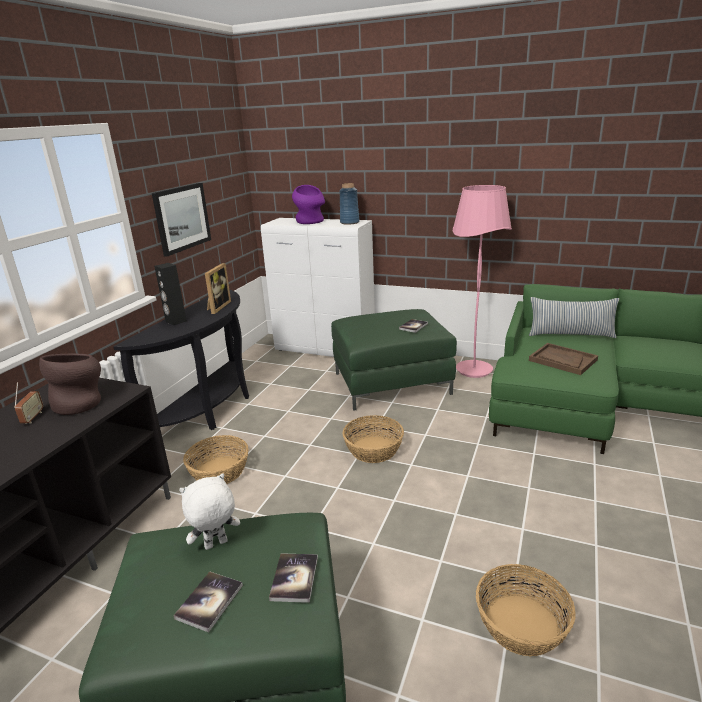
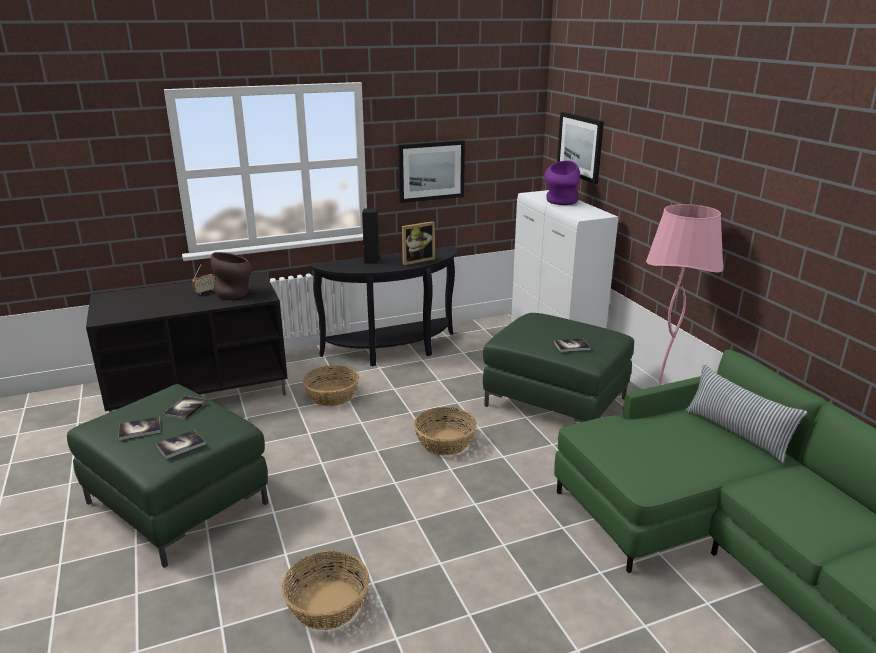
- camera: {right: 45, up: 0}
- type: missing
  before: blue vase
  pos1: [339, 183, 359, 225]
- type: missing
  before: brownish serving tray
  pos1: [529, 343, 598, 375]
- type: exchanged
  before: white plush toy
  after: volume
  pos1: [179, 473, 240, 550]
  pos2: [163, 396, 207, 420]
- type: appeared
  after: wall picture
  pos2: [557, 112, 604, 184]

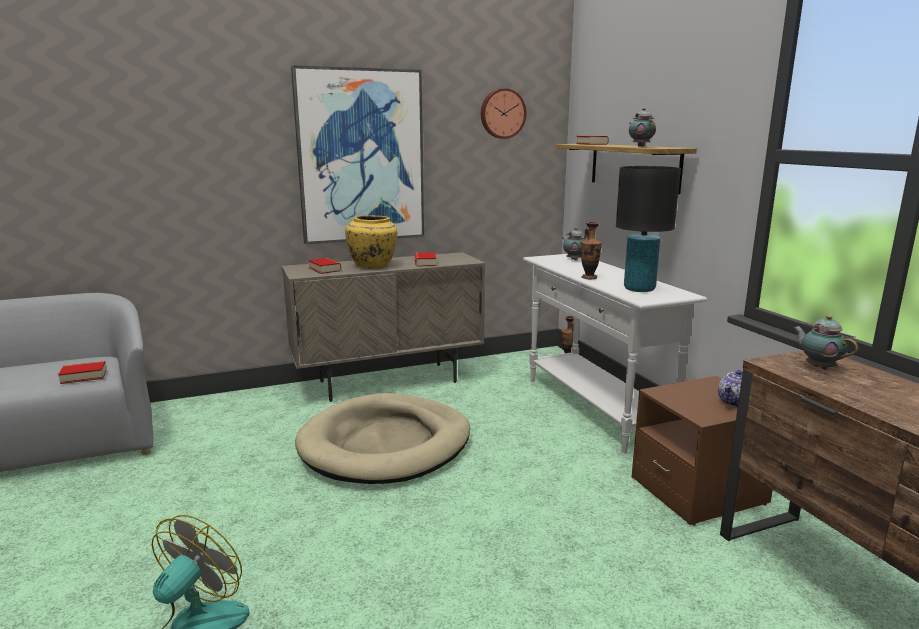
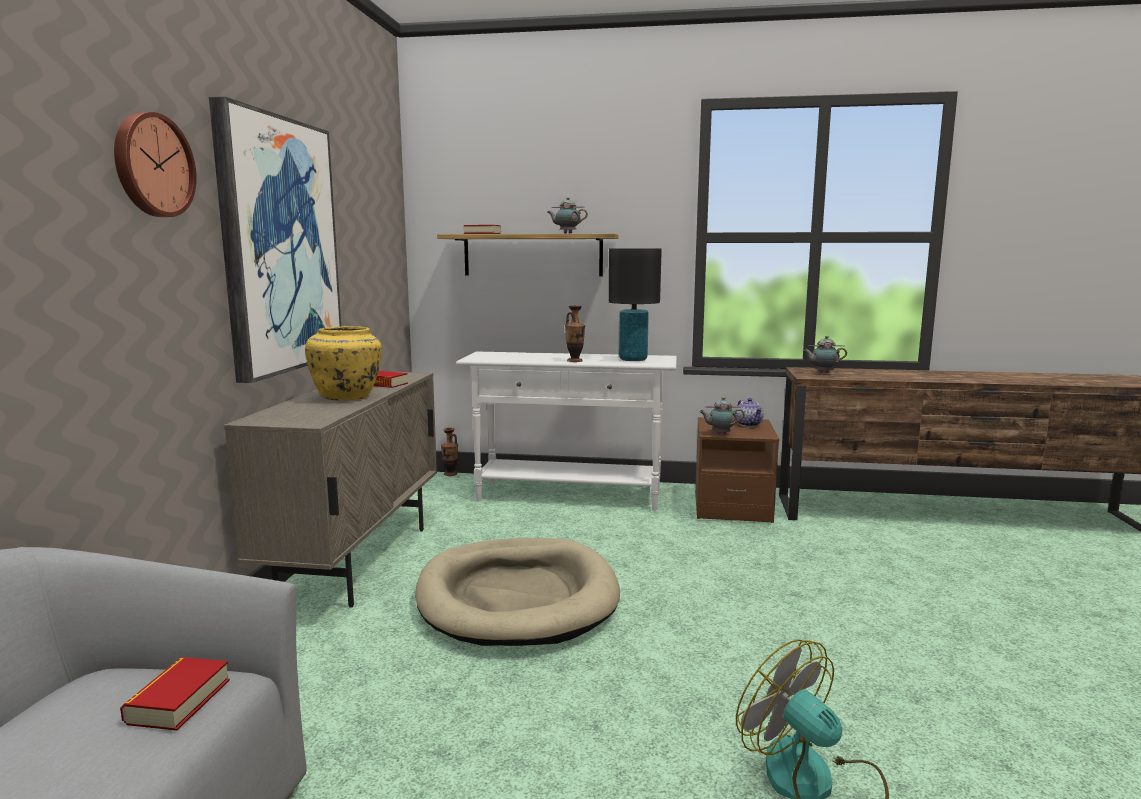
- camera: {right: -60, up: -5}
- type: relocated
  before: clock on the wall
  pos1: [481, 88, 527, 139]
  pos2: [114, 112, 197, 217]
- type: relocated
  before: pot for tea
  pos1: [562, 228, 584, 261]
  pos2: [699, 397, 745, 434]
- type: missing
  before: volume
  pos1: [308, 258, 341, 274]

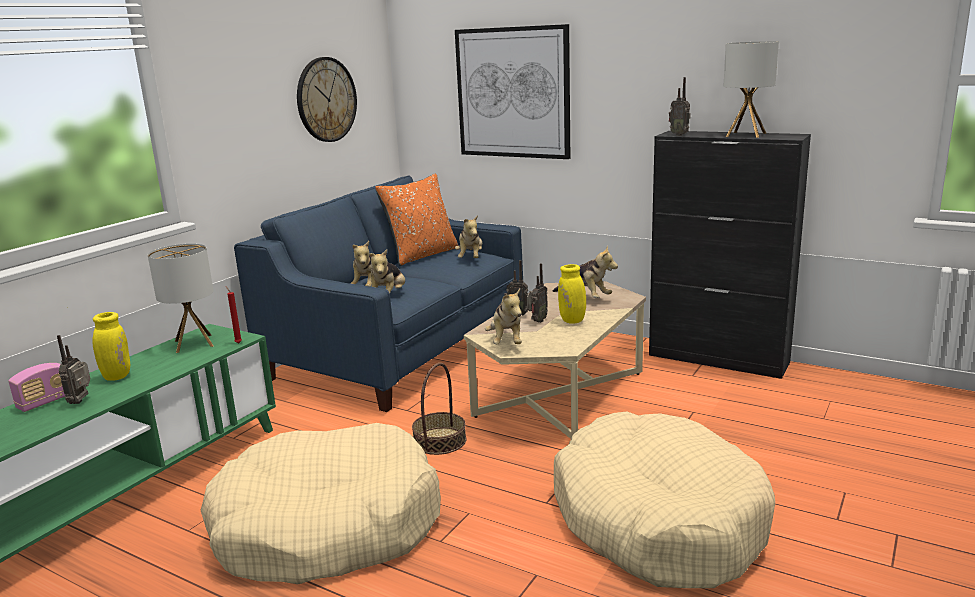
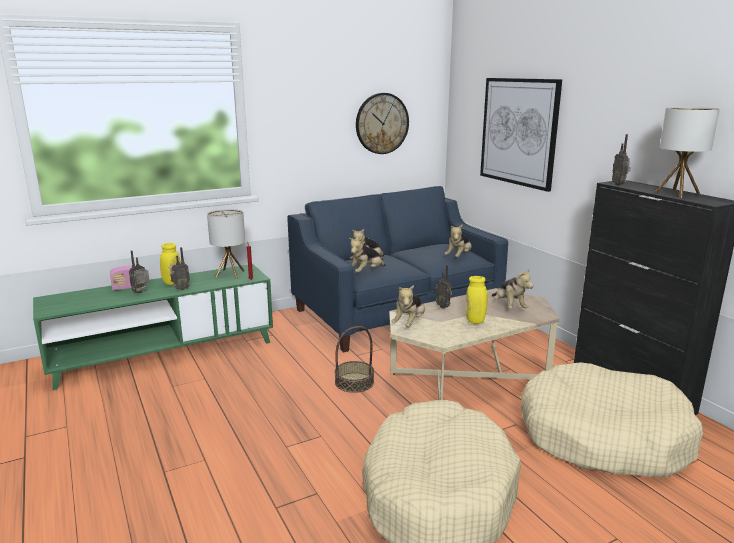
- camera: {right: 30, up: 0}
- type: missing
  before: orange-coloured cushion
  pos1: [375, 174, 458, 266]
- type: relocated
  before: radio
  pos1: [527, 263, 548, 323]
  pos2: [170, 247, 190, 291]
- type: relocated
  before: beige-coloured dog bed
  pos1: [201, 423, 441, 584]
  pos2: [521, 362, 703, 477]

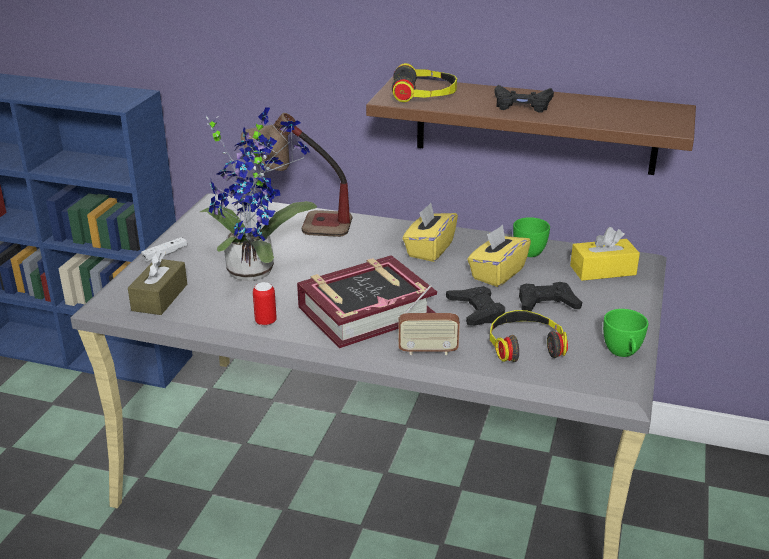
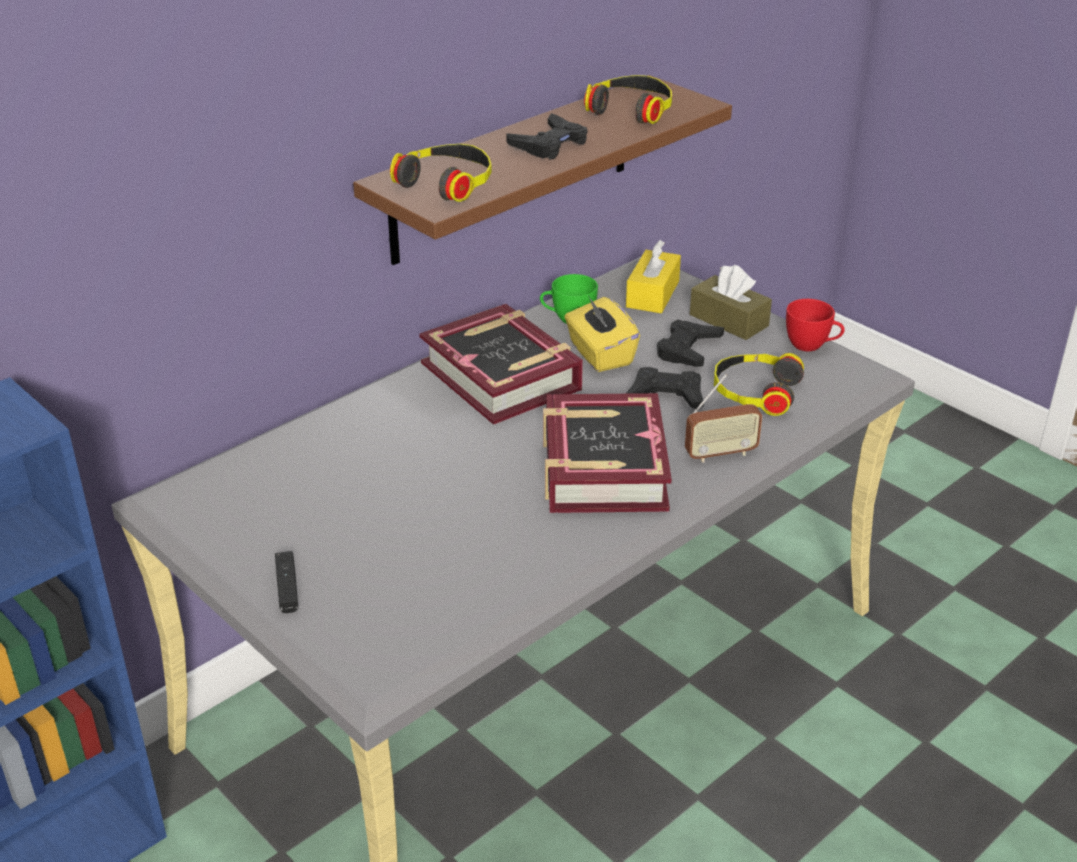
- camera: {right: -60, up: 5}
- type: missing
  before: plant in a pot
  pos1: [200, 107, 317, 281]
- type: missing
  before: table lamp
  pos1: [241, 113, 352, 237]
- type: exchanged
  before: yellowish box of tissues
  after: volume
  pos1: [403, 203, 458, 262]
  pos2: [419, 304, 583, 425]
- type: colour
  before: white joypad
  after: black-coloured joypad
  pos1: [141, 237, 187, 262]
  pos2: [275, 551, 298, 613]
- type: relocated
  before: brownish box of tissues
  pos1: [128, 250, 187, 315]
  pos2: [690, 265, 772, 340]
- type: missing
  before: sealed can
  pos1: [253, 282, 277, 326]
- type: spun
  before: radio
  pos1: [398, 285, 460, 355]
  pos2: [685, 374, 762, 463]
  turn: 45
- type: colour
  before: green small cup
  after: red-coloured small cup
  pos1: [603, 309, 648, 357]
  pos2: [786, 299, 845, 351]
- type: appeared
  after: pair of headphones
  pos2: [584, 75, 672, 124]

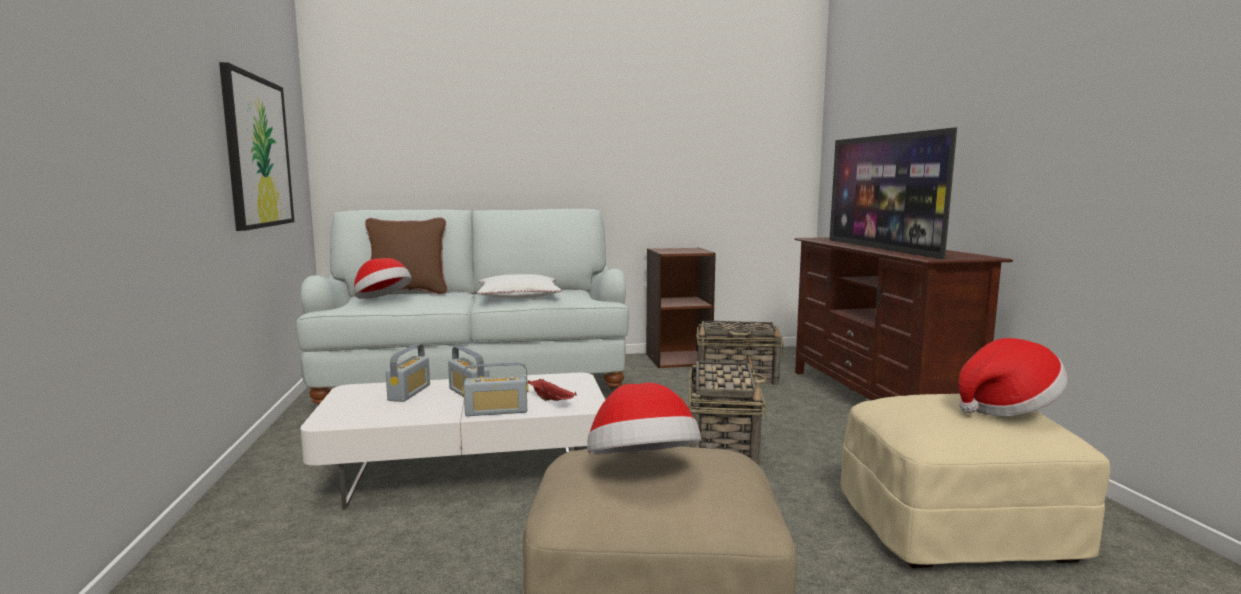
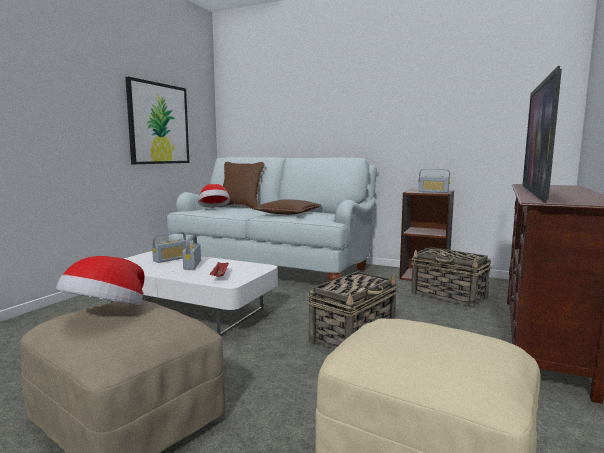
- camera: {right: 35, up: 0}
- type: colour
  before: white cushion
  after: brownish cushion
  pos1: [476, 274, 562, 298]
  pos2: [252, 199, 322, 215]
- type: missing
  before: hat
  pos1: [958, 338, 1067, 416]
- type: relocated
  before: radio
  pos1: [462, 362, 529, 416]
  pos2: [419, 169, 450, 193]

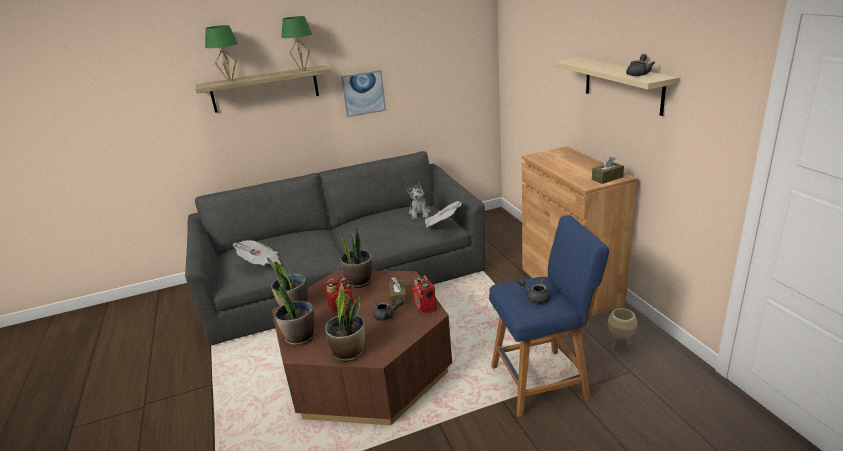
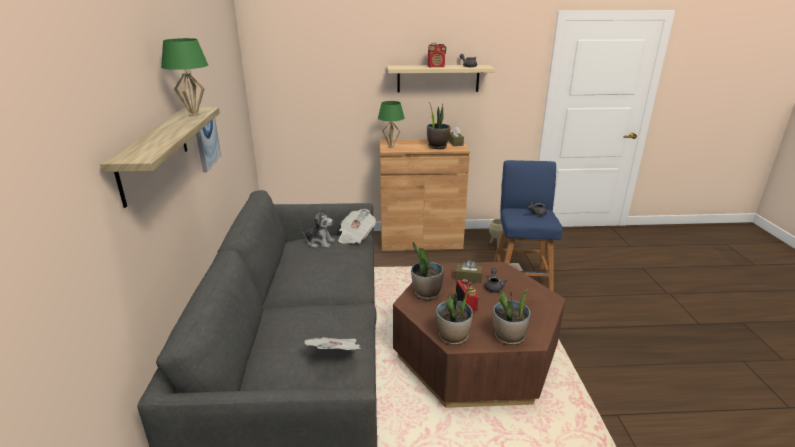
- camera: {right: -75, up: 0}
- type: relocated
  before: green table lamp
  pos1: [205, 25, 238, 82]
  pos2: [378, 101, 404, 148]
- type: relocated
  before: radio
  pos1: [412, 275, 437, 313]
  pos2: [428, 43, 446, 67]
- type: relocated
  before: plant in a pot
  pos1: [325, 283, 365, 362]
  pos2: [427, 103, 450, 149]

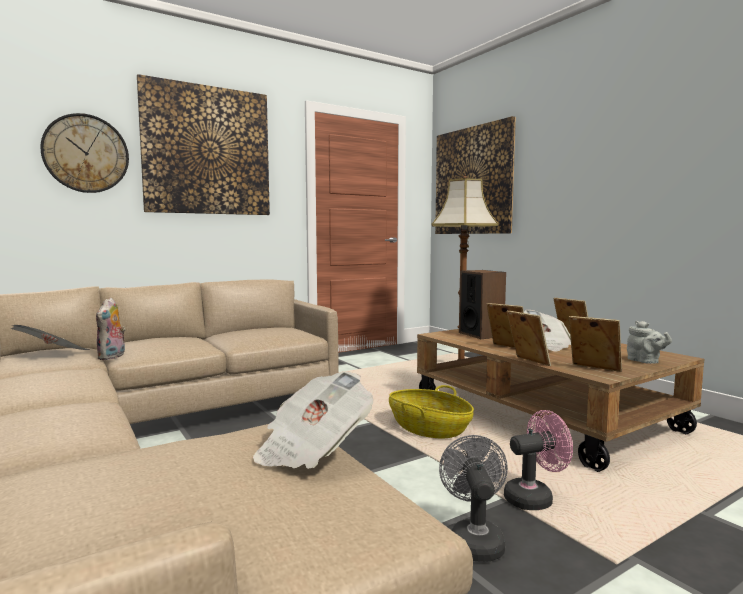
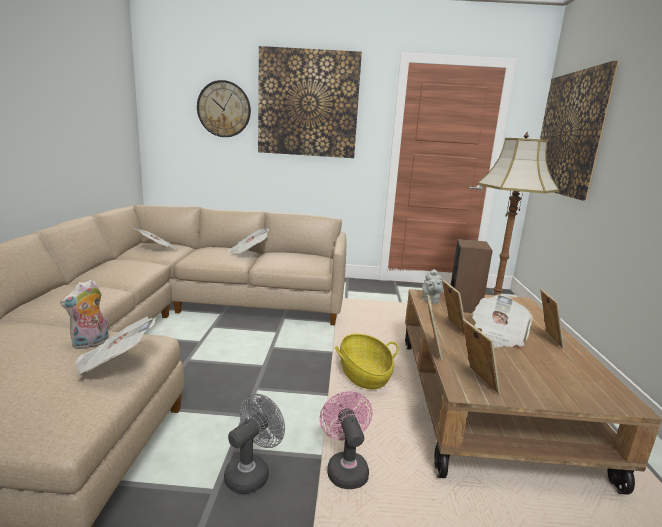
- camera: {right: 35, up: 10}
- type: relocated
  before: plush toy
  pos1: [96, 298, 125, 360]
  pos2: [60, 279, 109, 349]
- type: relocated
  before: grey pot for tea
  pos1: [627, 321, 672, 364]
  pos2: [422, 269, 444, 304]
- type: spun
  before: pink electric fan
  pos1: [504, 410, 573, 510]
  pos2: [320, 391, 373, 489]
  turn: -120
- type: appeared
  after: newspaper
  pos2: [228, 229, 270, 254]

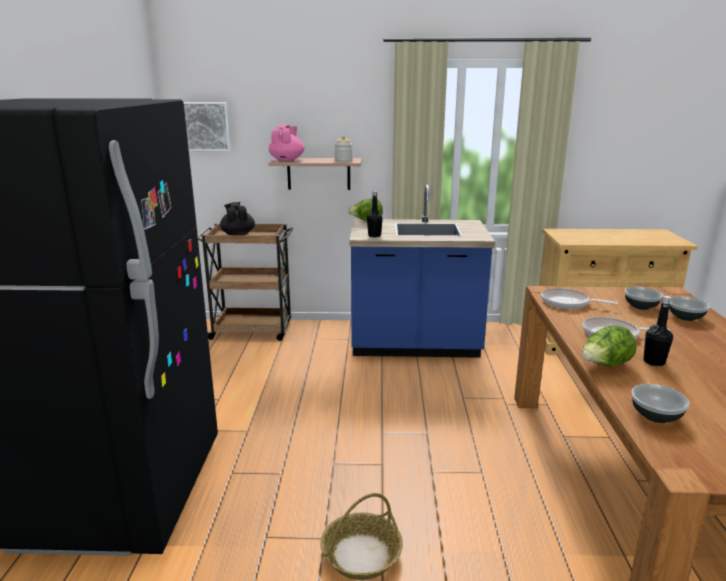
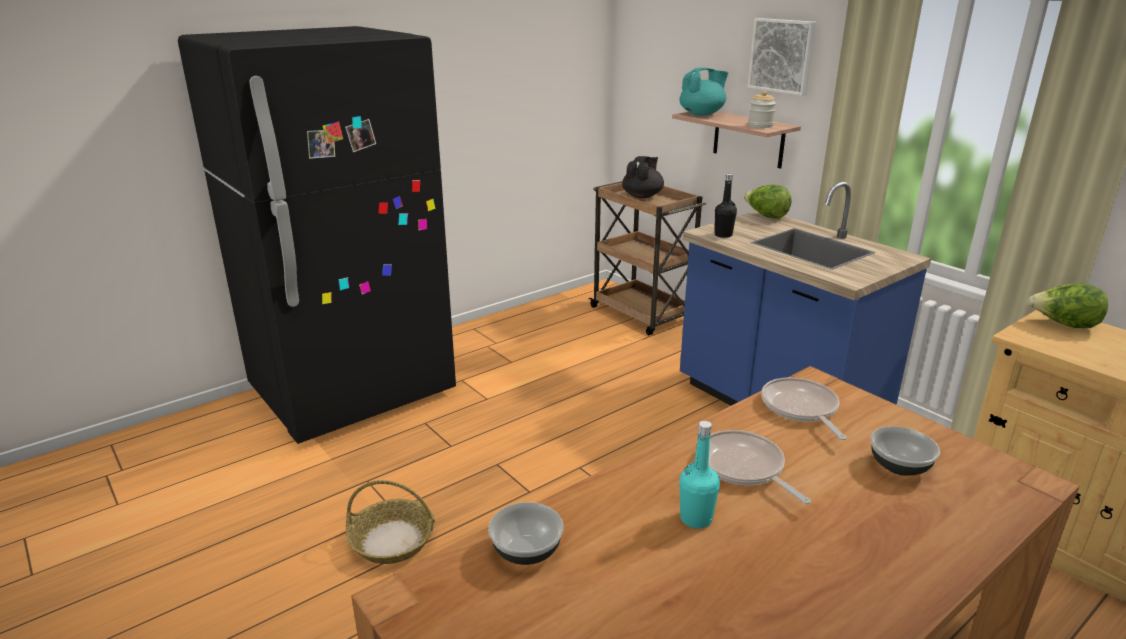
- camera: {right: 50, up: 5}
- type: relocated
  before: wall picture
  pos1: [183, 102, 231, 151]
  pos2: [747, 18, 817, 96]
- type: colour
  before: pink pot for tea
  after: blue-green pot for tea
  pos1: [269, 125, 304, 161]
  pos2: [679, 68, 728, 116]
- type: colour
  before: black-coloured beverage bottle
  after: blue-green beverage bottle
  pos1: [644, 296, 673, 366]
  pos2: [679, 421, 720, 529]
- type: missing
  before: bowl
  pos1: [669, 296, 710, 321]
- type: relocated
  before: lettuce
  pos1: [582, 325, 637, 367]
  pos2: [1028, 283, 1108, 328]

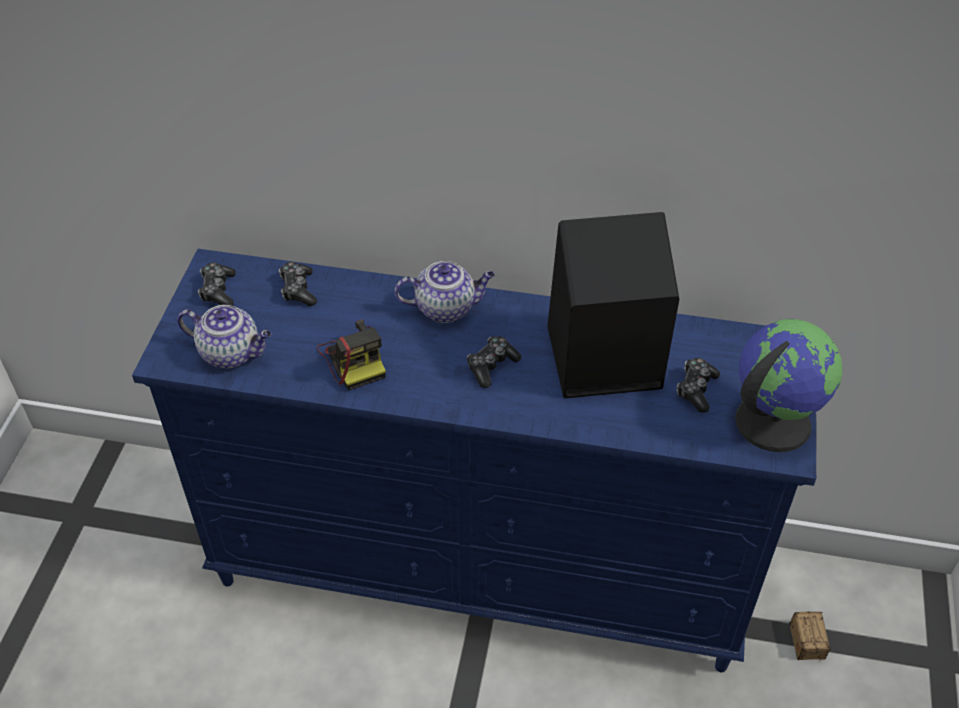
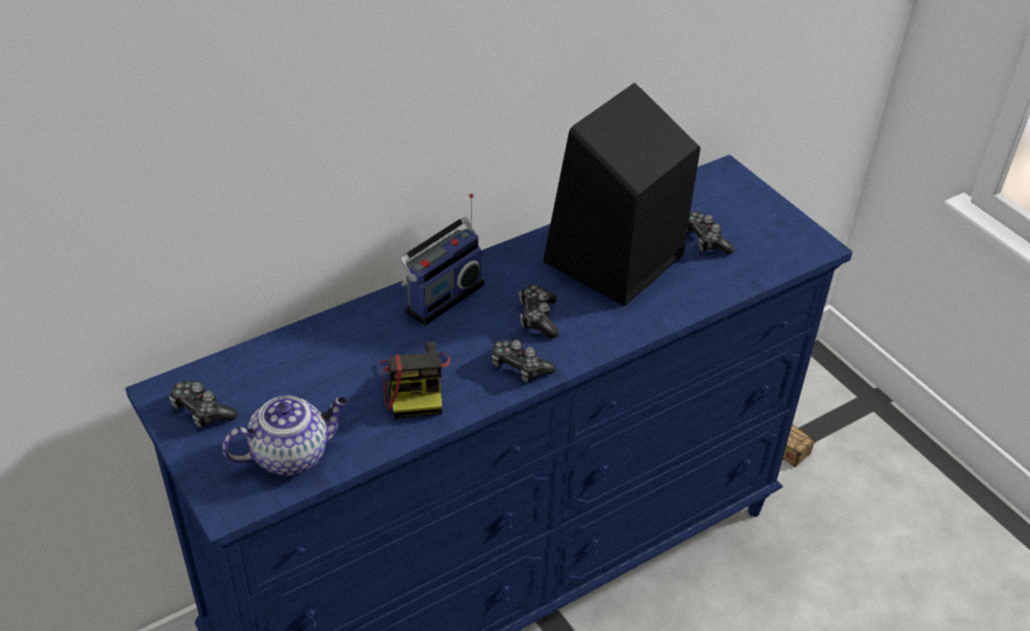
- camera: {right: -45, up: -5}
- type: exchanged
  before: pot for tea
  after: radio
  pos1: [394, 261, 495, 323]
  pos2: [399, 193, 484, 325]
- type: relocated
  before: joypad
  pos1: [279, 262, 317, 306]
  pos2: [492, 340, 556, 382]
- type: spun
  before: still camera
  pos1: [317, 319, 386, 391]
  pos2: [379, 342, 450, 419]
  turn: 60
- type: missing
  before: desk globe
  pos1: [735, 319, 842, 452]

